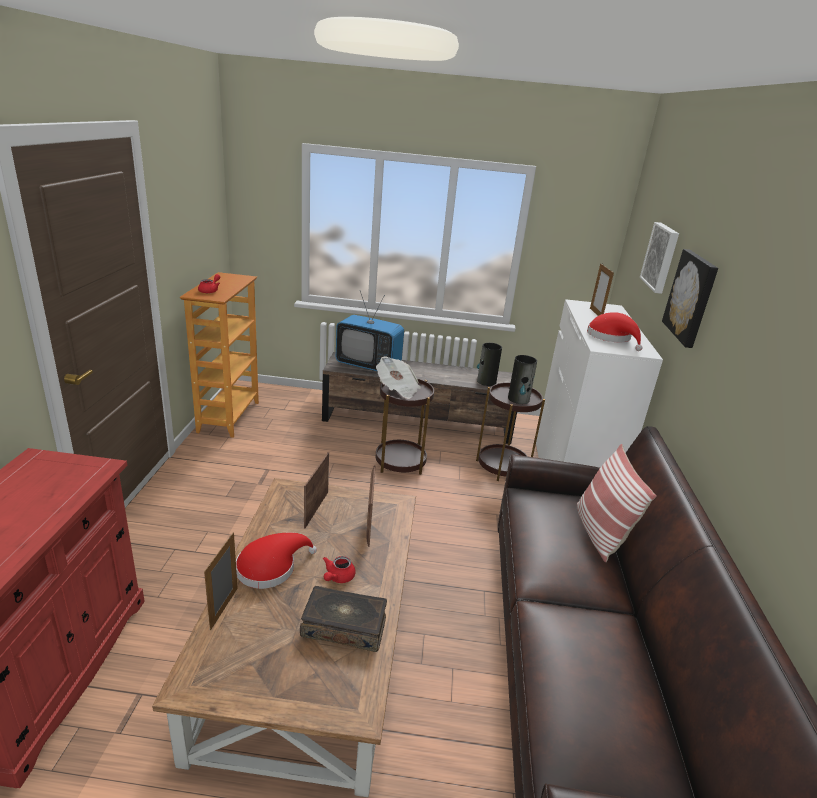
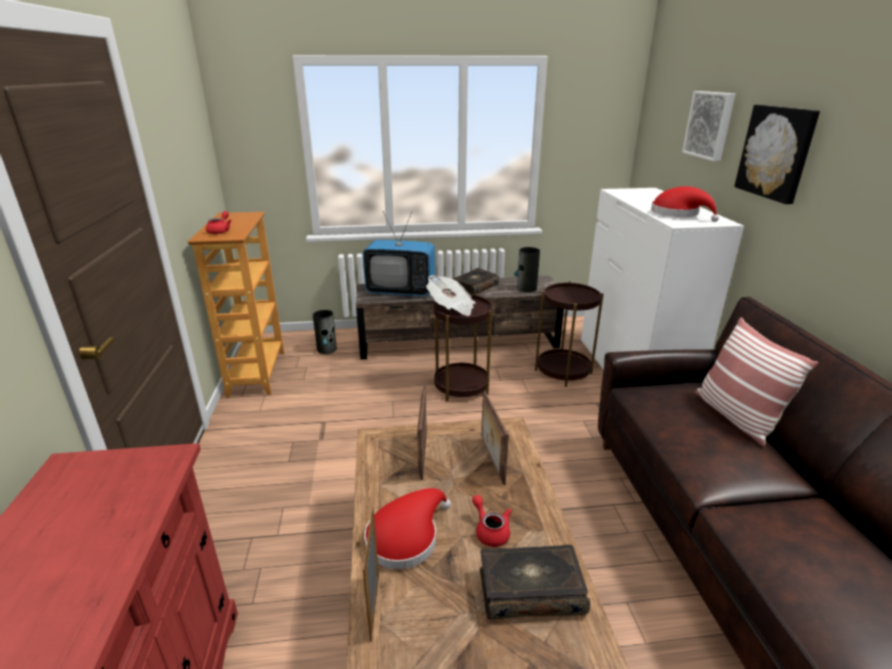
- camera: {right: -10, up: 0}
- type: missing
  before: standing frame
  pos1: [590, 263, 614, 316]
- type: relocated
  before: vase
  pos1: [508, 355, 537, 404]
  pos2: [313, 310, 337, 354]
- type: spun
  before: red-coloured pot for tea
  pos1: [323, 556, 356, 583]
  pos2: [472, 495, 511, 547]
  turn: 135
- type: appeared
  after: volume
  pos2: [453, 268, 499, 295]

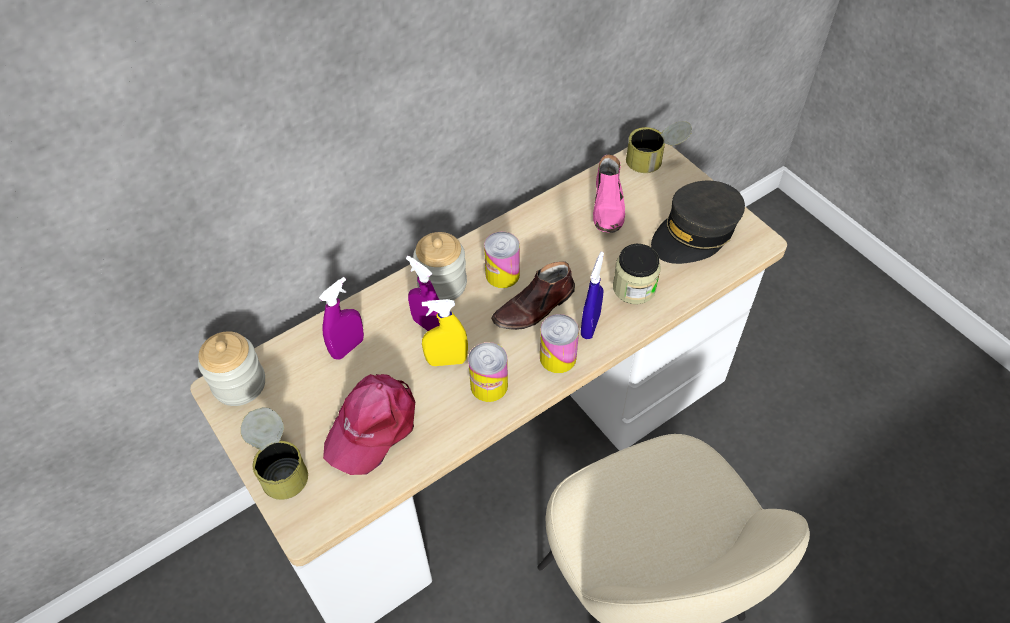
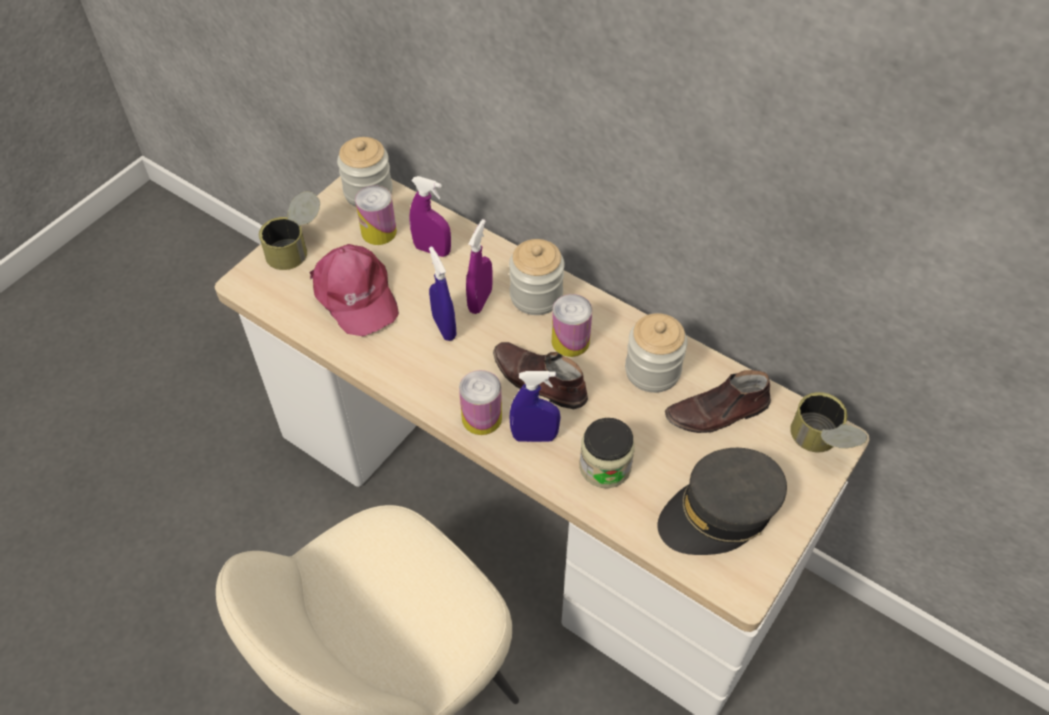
- camera: {right: 70, up: 0}
- type: colour
  before: pink low shoe
  after: brownish low shoe
  pos1: [593, 154, 625, 233]
  pos2: [665, 370, 771, 433]
- type: spun
  before: grey baseball cap
  pos1: [651, 181, 745, 264]
  pos2: [657, 448, 787, 555]
  turn: -60
- type: colour
  before: yellowish hand sprayer
  after: blue hand sprayer
  pos1: [422, 299, 468, 366]
  pos2: [429, 246, 456, 341]
- type: relocated
  before: sealed can
  pos1: [468, 342, 508, 402]
  pos2: [355, 185, 397, 245]
- type: spun
  before: pink baseball cap
  pos1: [323, 374, 415, 475]
  pos2: [309, 244, 399, 336]
  turn: -135
- type: appeared
  after: preserve jar
  pos2: [625, 313, 688, 393]

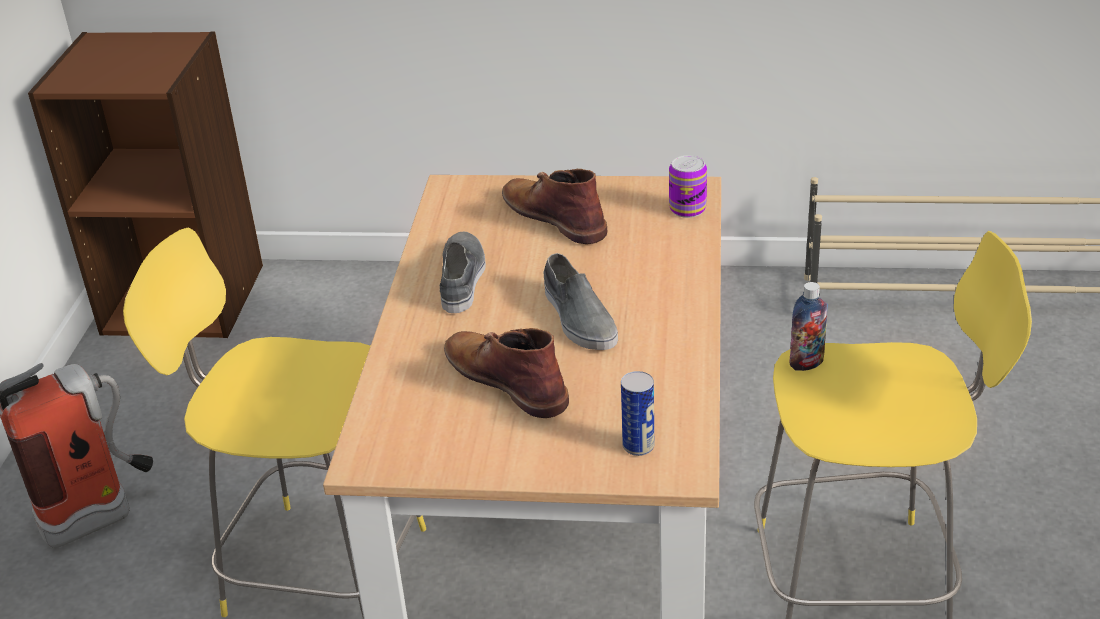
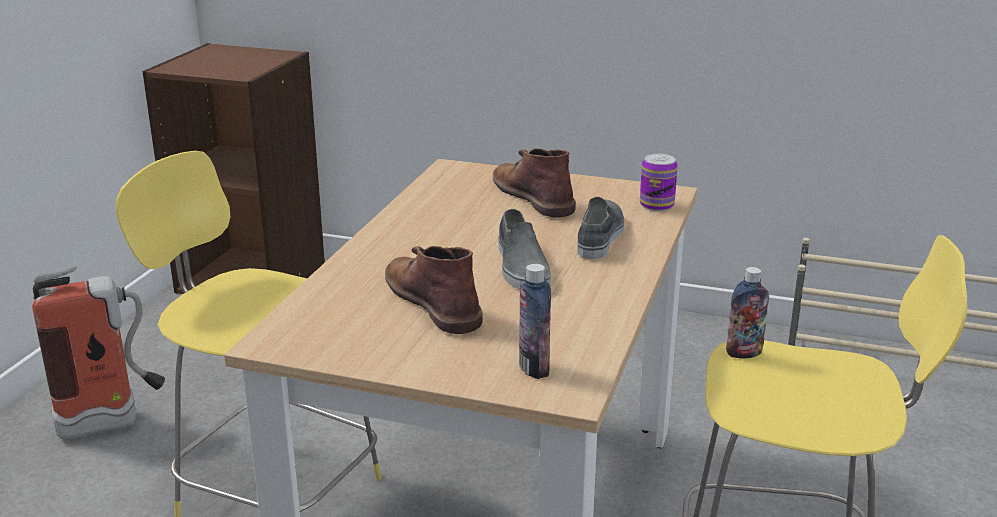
- camera: {right: 10, up: -10}
- type: relocated
  before: grey low shoe
  pos1: [440, 232, 486, 313]
  pos2: [577, 197, 624, 259]
- type: exchanged
  before: sealed can
  after: beverage bottle
  pos1: [621, 371, 655, 456]
  pos2: [519, 264, 551, 379]

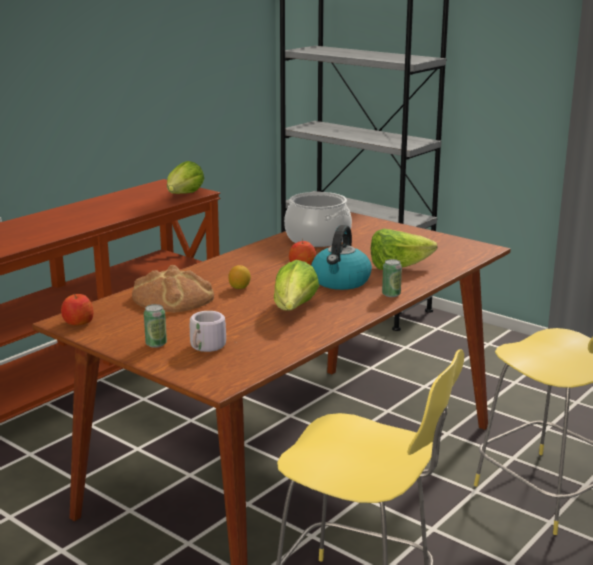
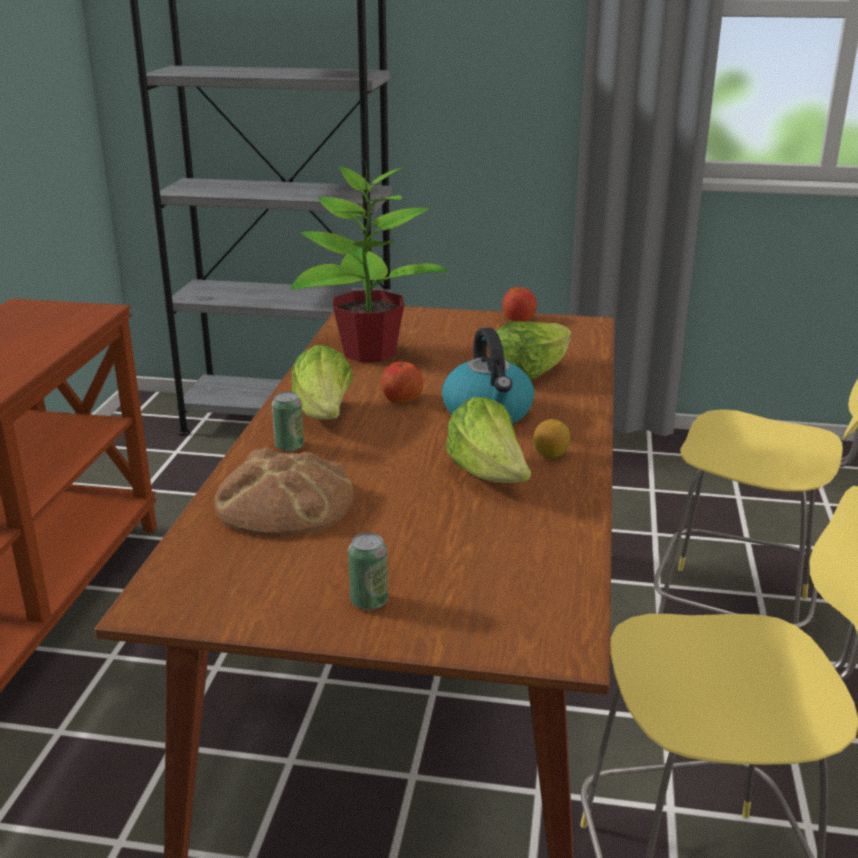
- camera: {right: -30, up: 5}
- type: relocated
  before: lettuce
  pos1: [167, 161, 204, 194]
  pos2: [291, 345, 353, 420]
- type: exchanged
  before: saucepot
  after: plant in a pot
  pos1: [284, 192, 352, 247]
  pos2: [290, 159, 449, 362]
- type: relocated
  before: sealed can
  pos1: [382, 259, 402, 297]
  pos2: [272, 392, 304, 451]
- type: relocated
  before: citrus fruit
  pos1: [228, 265, 251, 289]
  pos2: [533, 419, 570, 458]
- type: relocated
  before: apple fruit
  pos1: [61, 293, 94, 326]
  pos2: [502, 286, 537, 321]
- type: missing
  before: grey mug
  pos1: [190, 311, 234, 352]

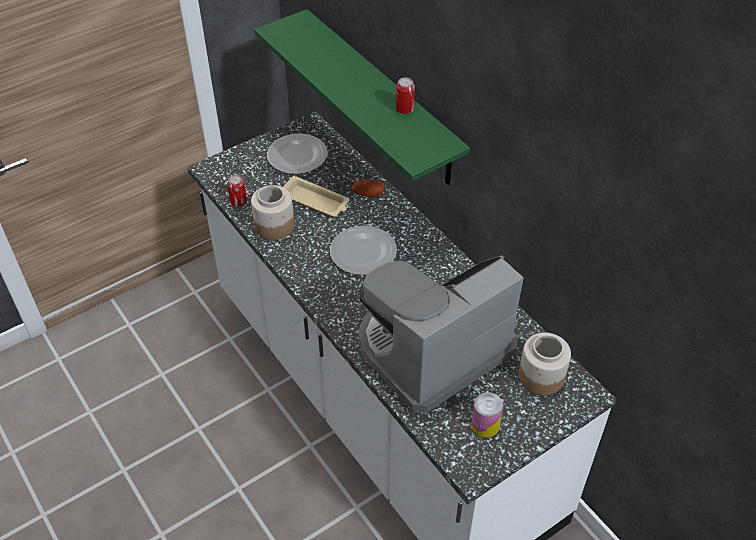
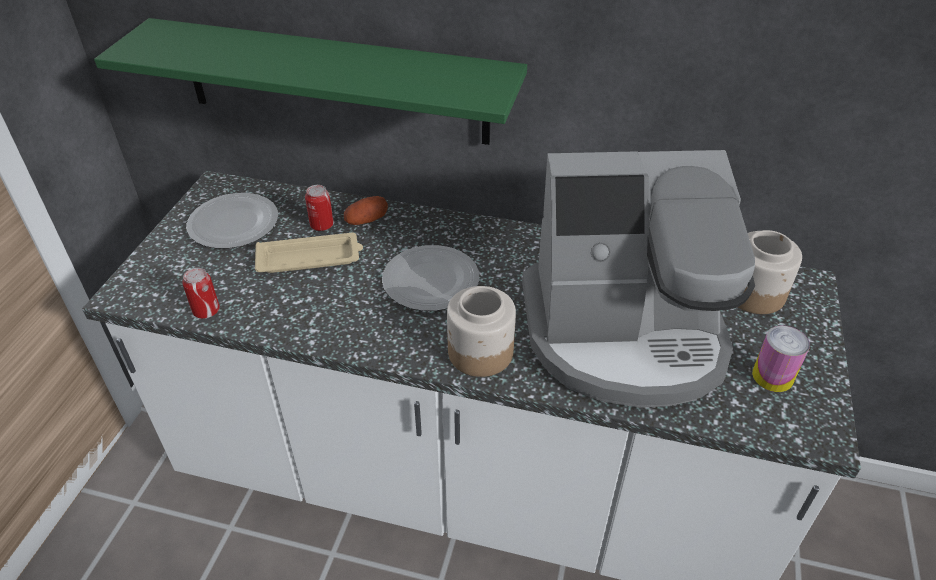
- camera: {right: -40, up: -5}
- type: relocated
  before: sealed can
  pos1: [396, 77, 415, 114]
  pos2: [305, 185, 334, 231]
- type: relocated
  before: preserve jar
  pos1: [251, 185, 294, 240]
  pos2: [447, 286, 516, 377]
- type: spun
  before: coffee maker
  pos1: [358, 255, 524, 413]
  pos2: [522, 150, 755, 408]
  turn: -105

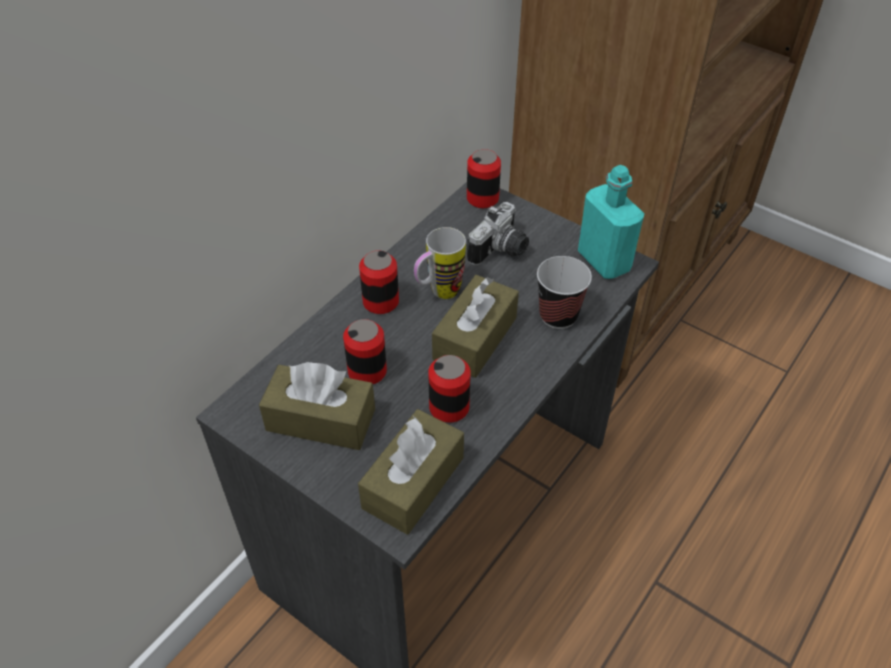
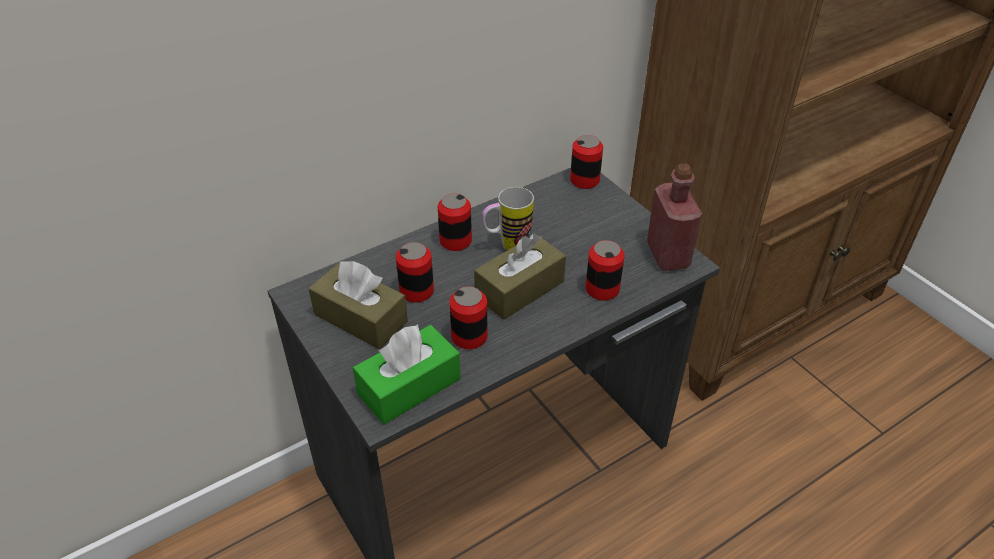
- camera: {right: 20, up: -5}
- type: colour
  before: blue-green beverage bottle
  after: red-coloured beverage bottle
  pos1: [578, 165, 645, 279]
  pos2: [647, 163, 702, 271]
- type: missing
  before: still camera
  pos1: [467, 202, 529, 266]
- type: exchanged
  before: small cup
  after: sealed can
  pos1: [537, 256, 592, 329]
  pos2: [585, 240, 625, 301]
- type: colour
  before: brownish box of tissues
  after: green box of tissues
  pos1: [358, 409, 464, 535]
  pos2: [353, 324, 461, 424]

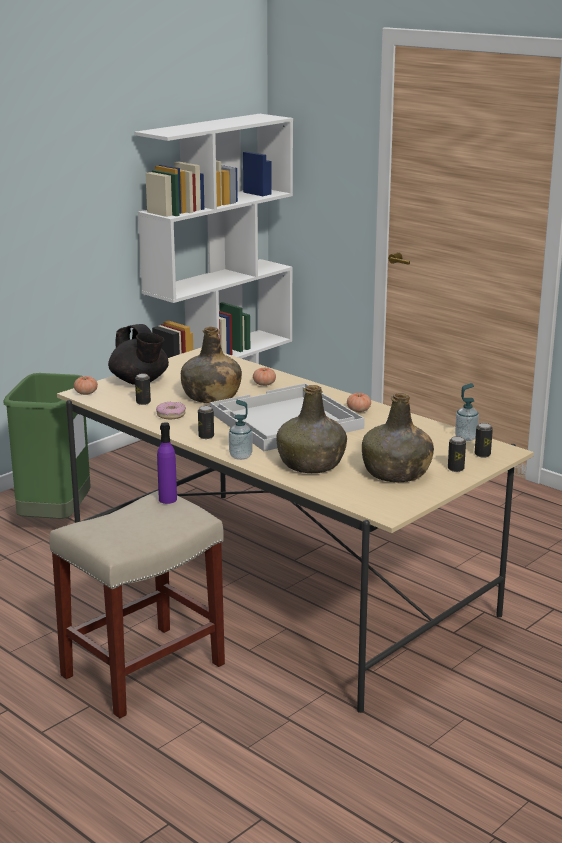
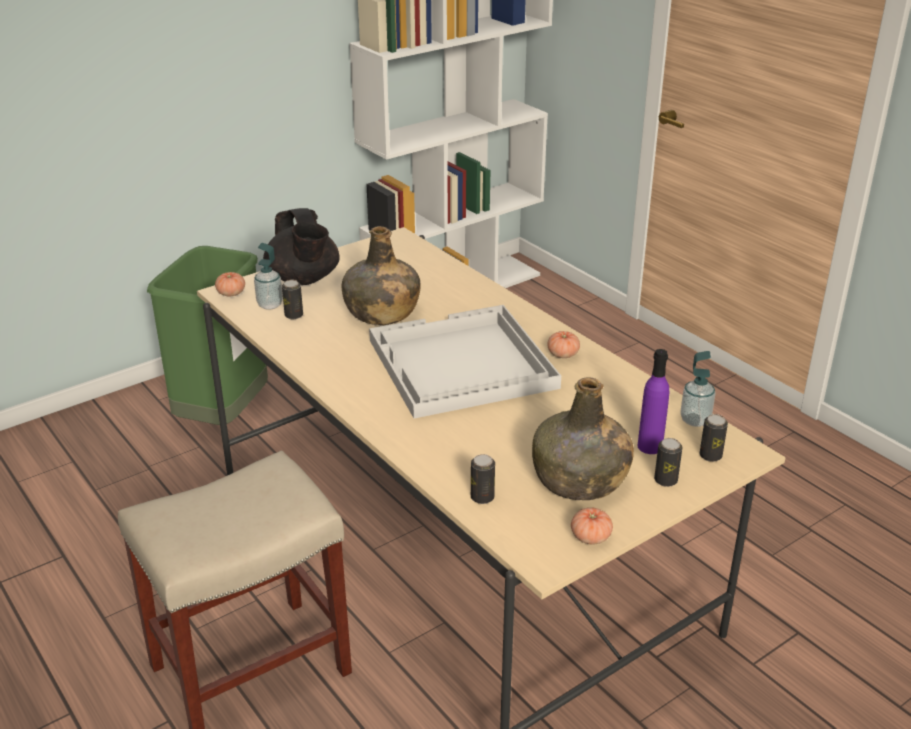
- camera: {right: 10, up: 10}
- type: relocated
  before: tomato
  pos1: [253, 368, 276, 386]
  pos2: [571, 508, 613, 544]
- type: missing
  before: green beverage bottle
  pos1: [276, 385, 347, 473]
- type: relocated
  before: soap bottle
  pos1: [229, 400, 253, 460]
  pos2: [254, 243, 283, 310]
- type: missing
  before: ring doughnut
  pos1: [156, 402, 186, 419]
- type: relocated
  before: sealed can
  pos1: [198, 406, 214, 439]
  pos2: [471, 454, 495, 504]
- type: relocated
  before: purple beverage bottle
  pos1: [157, 422, 177, 504]
  pos2: [638, 349, 669, 454]

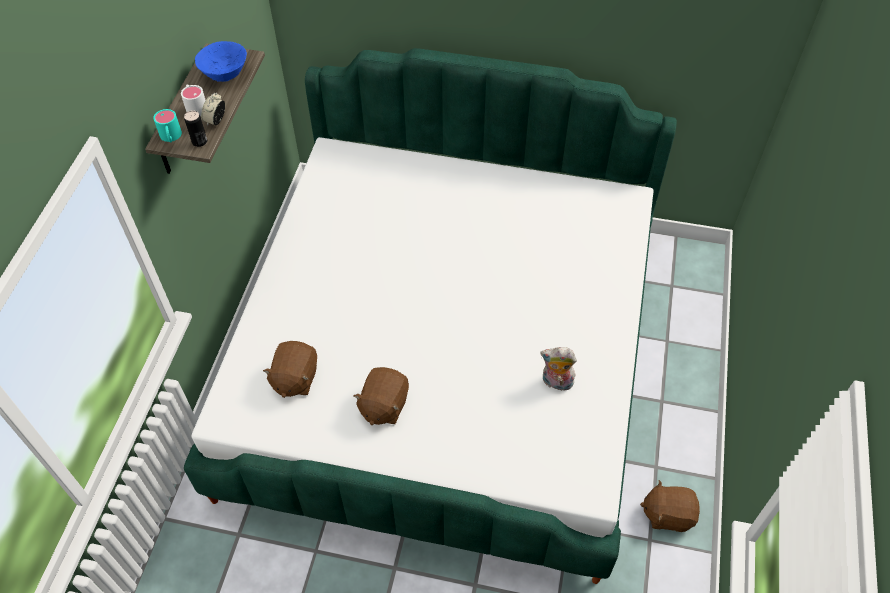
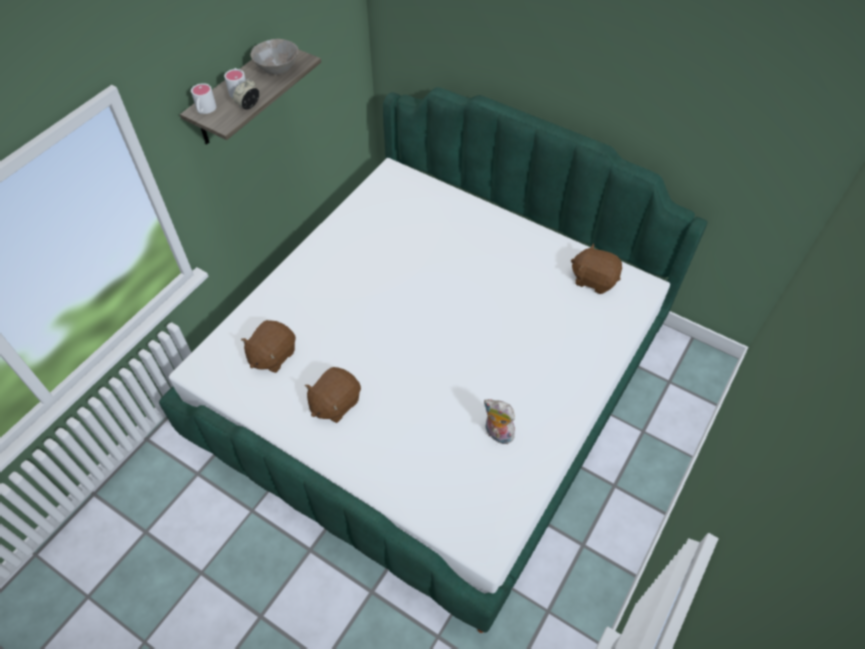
- camera: {right: 20, up: 0}
- type: colour
  before: blue bowl
  after: grey bowl
  pos1: [195, 41, 247, 82]
  pos2: [251, 39, 299, 75]
- type: colour
  before: blue-green mug
  after: white mug
  pos1: [153, 109, 182, 142]
  pos2: [191, 83, 217, 114]
- type: missing
  before: sealed can
  pos1: [184, 110, 207, 147]
- type: relocated
  before: brownish plush toy
  pos1: [640, 480, 700, 532]
  pos2: [571, 243, 622, 294]

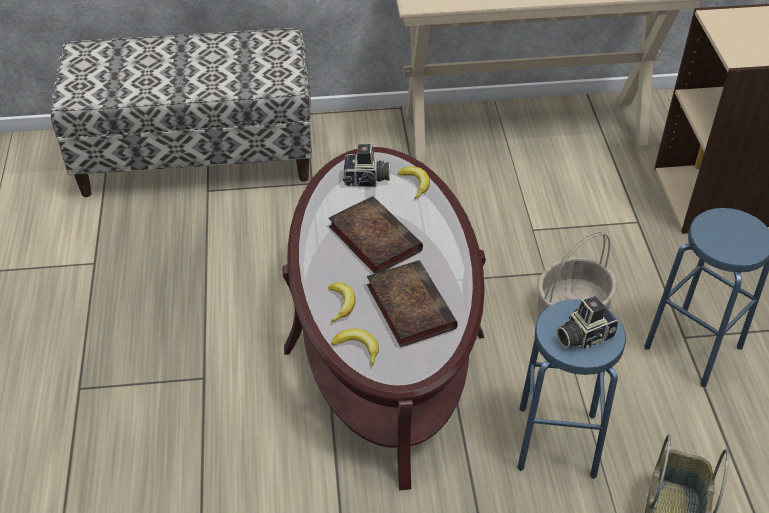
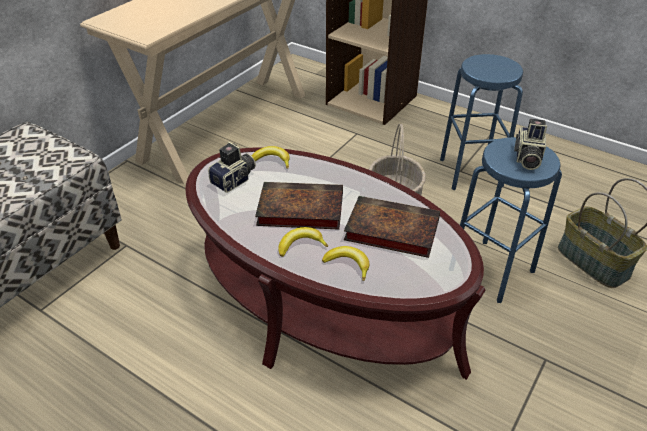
- camera: {right: -50, up: -5}
- type: relocated
  before: banana fruit
  pos1: [331, 329, 379, 366]
  pos2: [278, 227, 328, 257]

